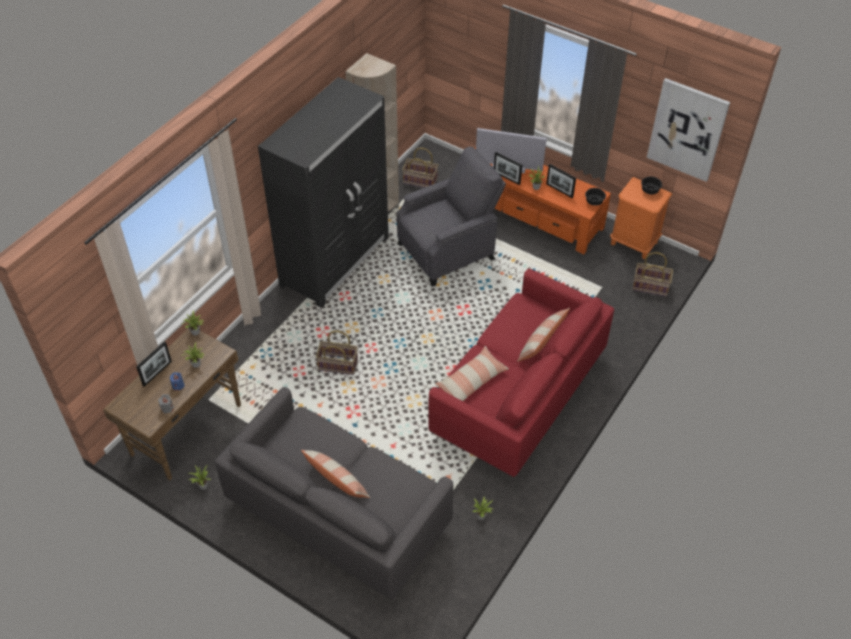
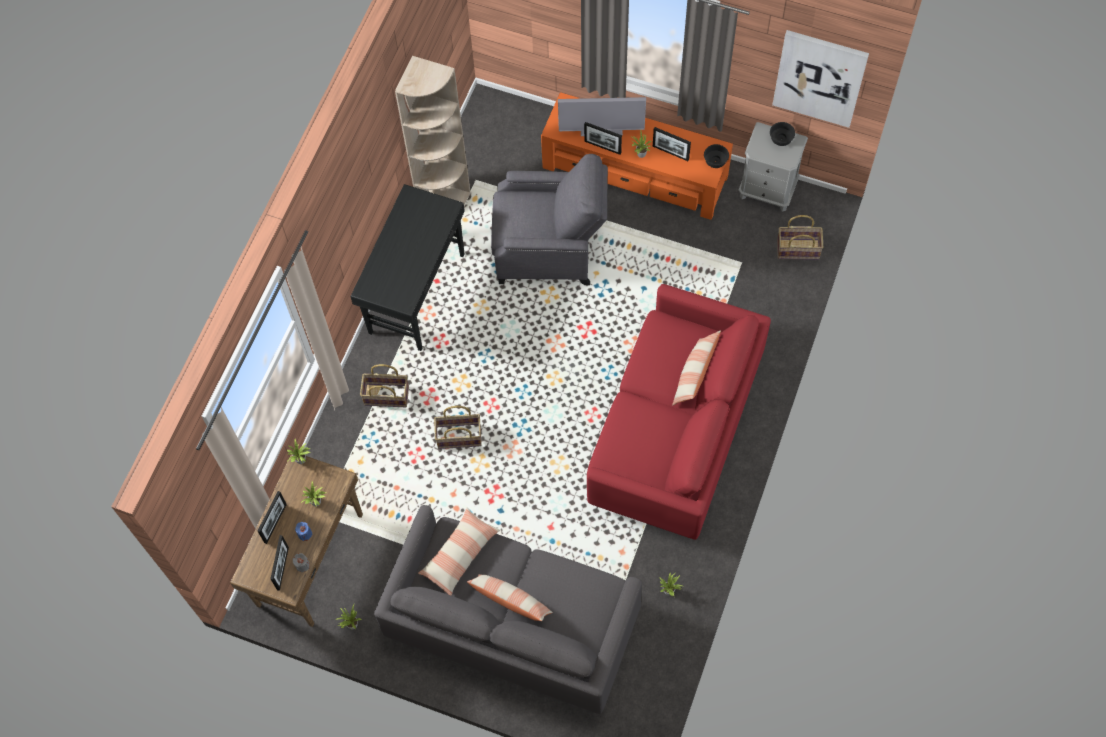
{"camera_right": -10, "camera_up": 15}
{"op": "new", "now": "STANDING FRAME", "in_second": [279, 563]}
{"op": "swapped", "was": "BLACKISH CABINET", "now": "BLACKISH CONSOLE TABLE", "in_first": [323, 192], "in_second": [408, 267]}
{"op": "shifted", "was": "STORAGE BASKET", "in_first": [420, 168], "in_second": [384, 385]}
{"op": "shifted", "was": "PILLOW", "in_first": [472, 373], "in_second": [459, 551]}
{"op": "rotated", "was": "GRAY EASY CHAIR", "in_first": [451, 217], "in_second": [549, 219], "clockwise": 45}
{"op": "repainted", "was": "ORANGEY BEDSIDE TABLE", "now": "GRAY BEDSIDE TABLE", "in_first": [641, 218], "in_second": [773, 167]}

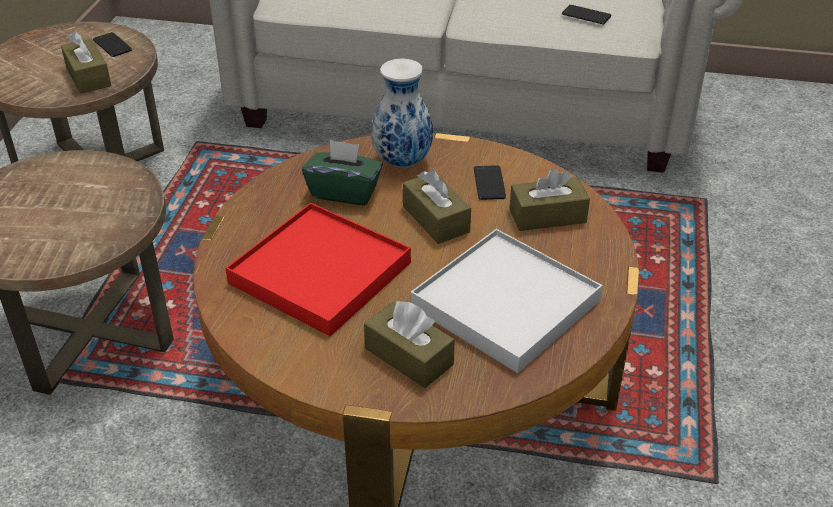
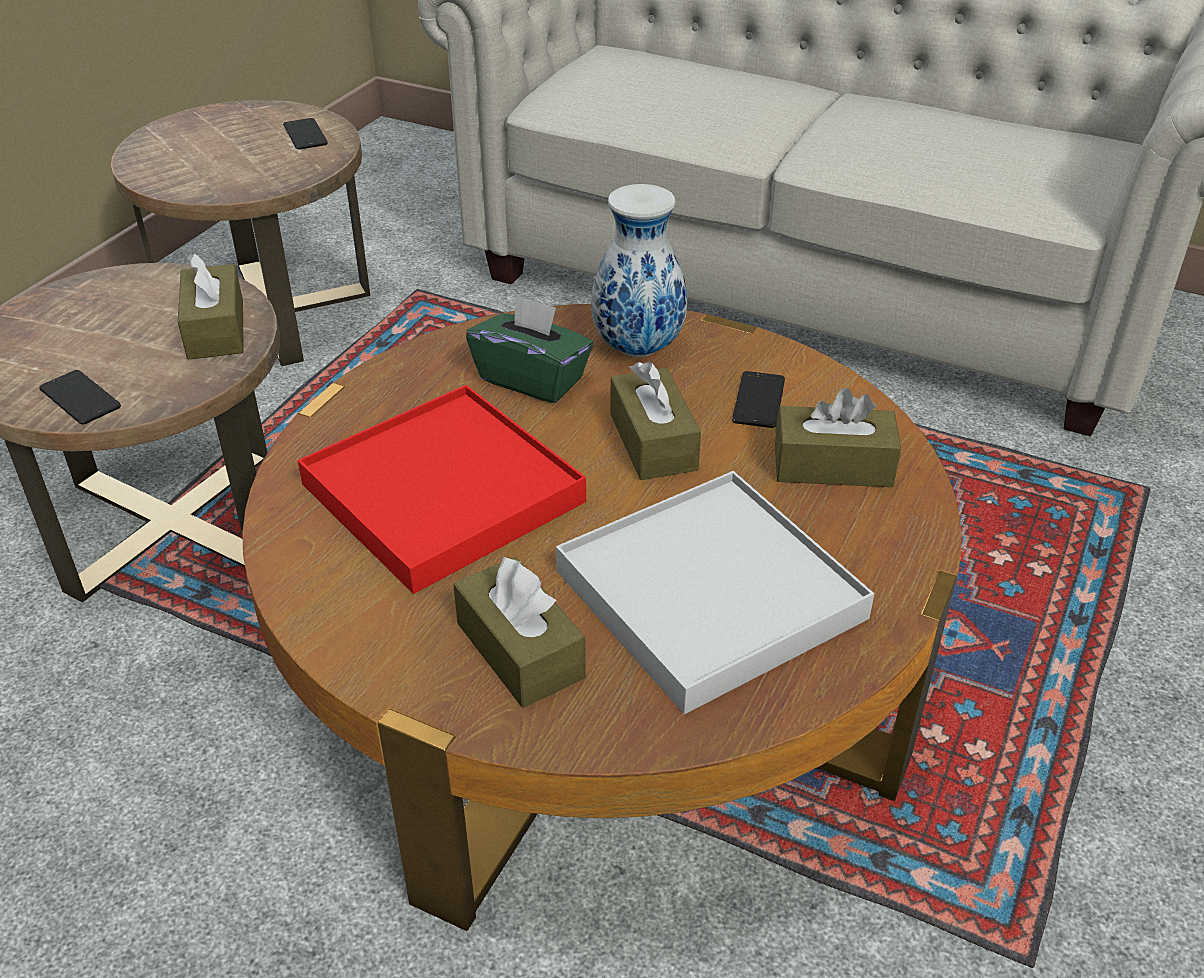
{"camera_right": 15, "camera_up": 0}
{"op": "shifted", "was": "PHONE", "in_first": [586, 15], "in_second": [80, 397]}
{"op": "shifted", "was": "BROWN-COLOURED TISSUE BOX", "in_first": [86, 62], "in_second": [211, 306]}

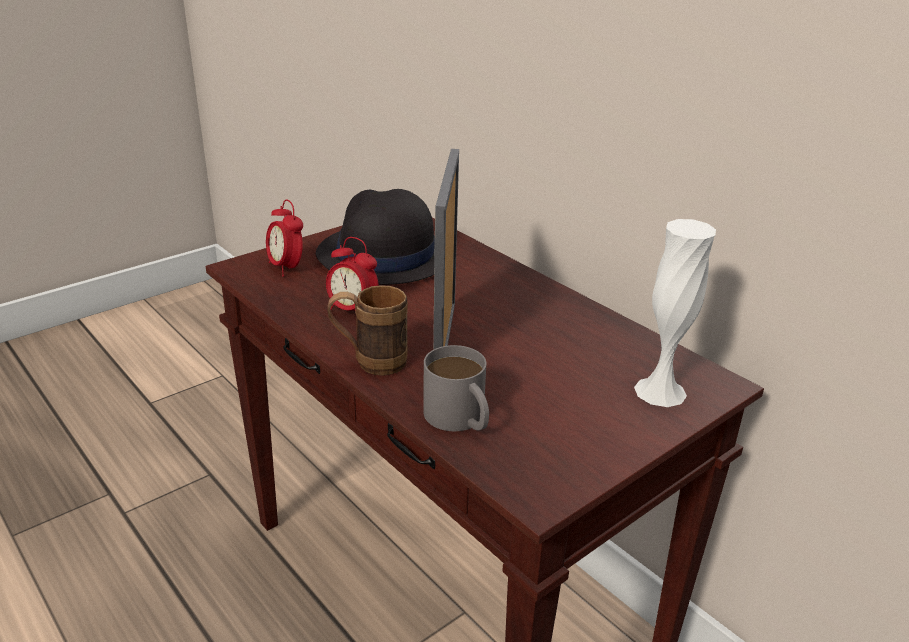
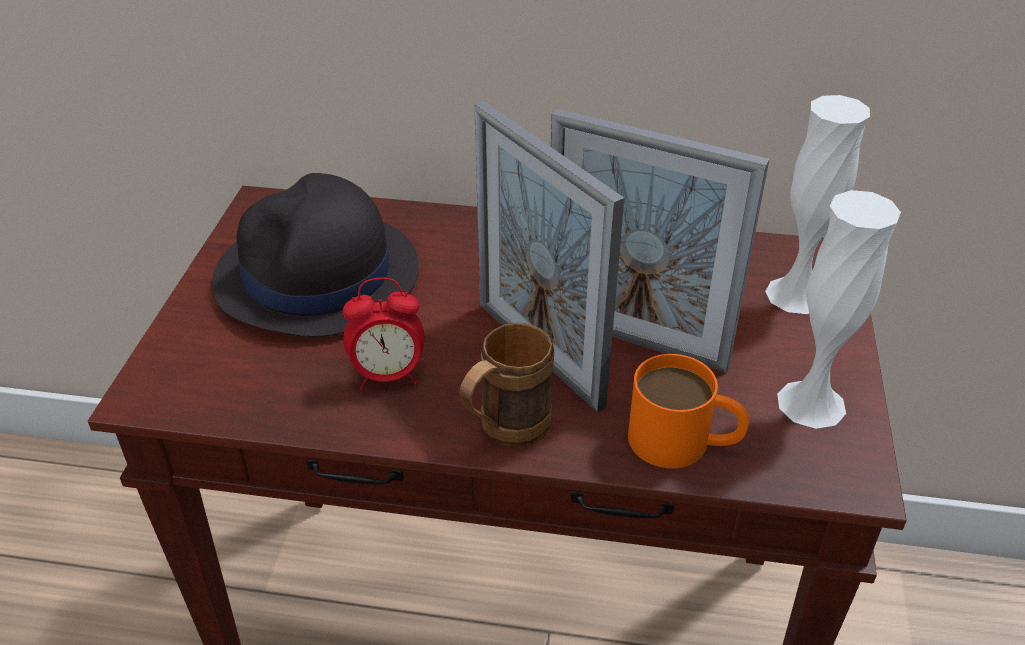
{"camera_right": -40, "camera_up": 10}
{"op": "new", "now": "STANDING FRAME", "in_second": [660, 240]}
{"op": "repainted", "was": "GRAY COFFEE MUG", "now": "ORANGEY COFFEE MUG", "in_first": [456, 388], "in_second": [688, 411]}
{"op": "new", "now": "WHITISH DECORATIVE VASE", "in_second": [839, 309]}
{"op": "gone", "was": "ALARM CLOCK", "in_first": [284, 238]}

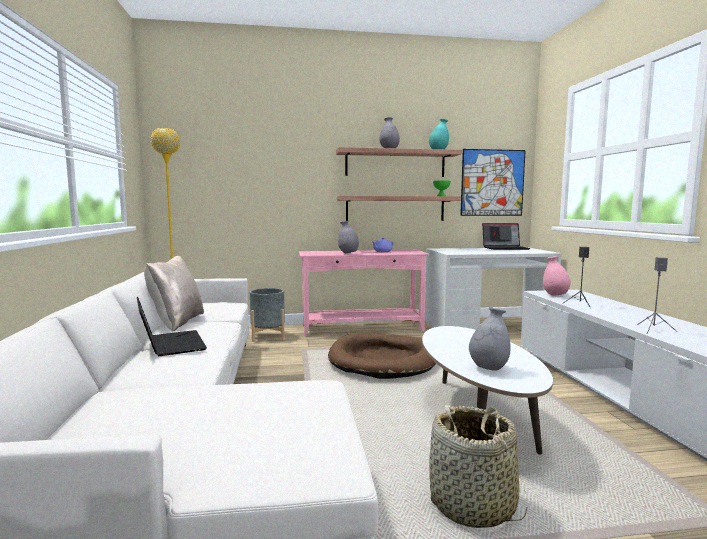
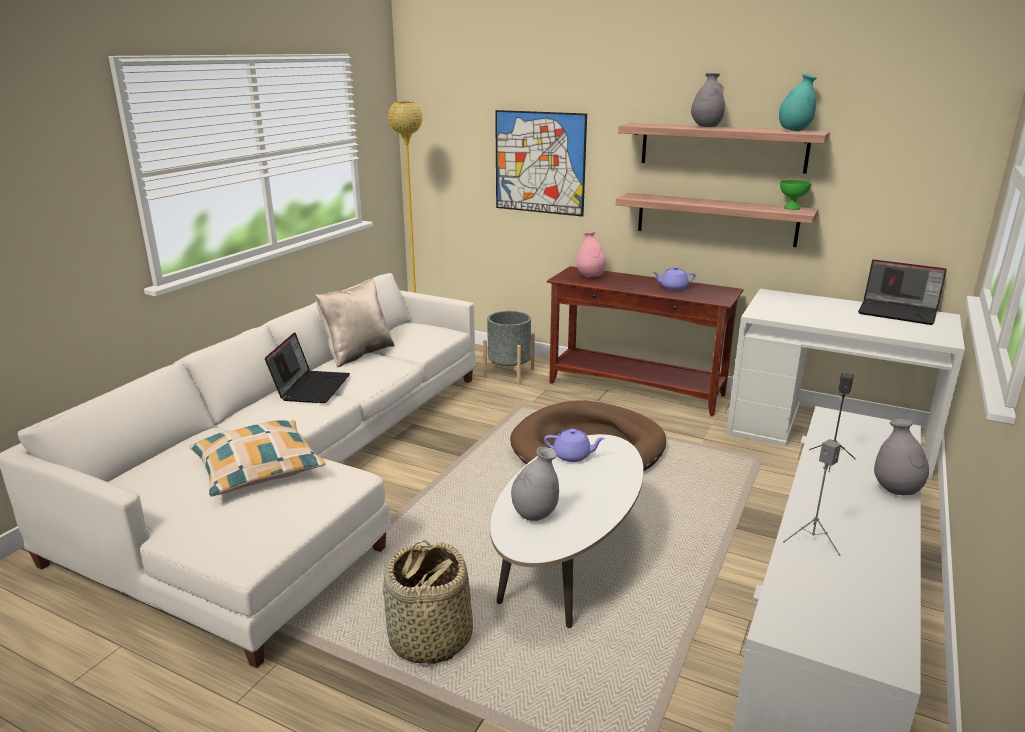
{"camera_right": 35, "camera_up": 15}
{"op": "new", "now": "PILLOW", "in_second": [257, 458]}
{"op": "shifted", "was": "WALL PICTURE", "in_first": [493, 182], "in_second": [541, 163]}
{"op": "new", "now": "PURPLE POT FOR TEA", "in_second": [574, 445]}
{"op": "repainted", "was": "PINK CONSOLE TABLE", "now": "BROWN-COLOURED CONSOLE TABLE", "in_first": [364, 293], "in_second": [645, 341]}
{"op": "shifted", "was": "PINK DECORATIVE VASE", "in_first": [557, 276], "in_second": [591, 254]}
{"op": "shifted", "was": "GRAY DECORATIVE VASE", "in_first": [348, 237], "in_second": [901, 457]}

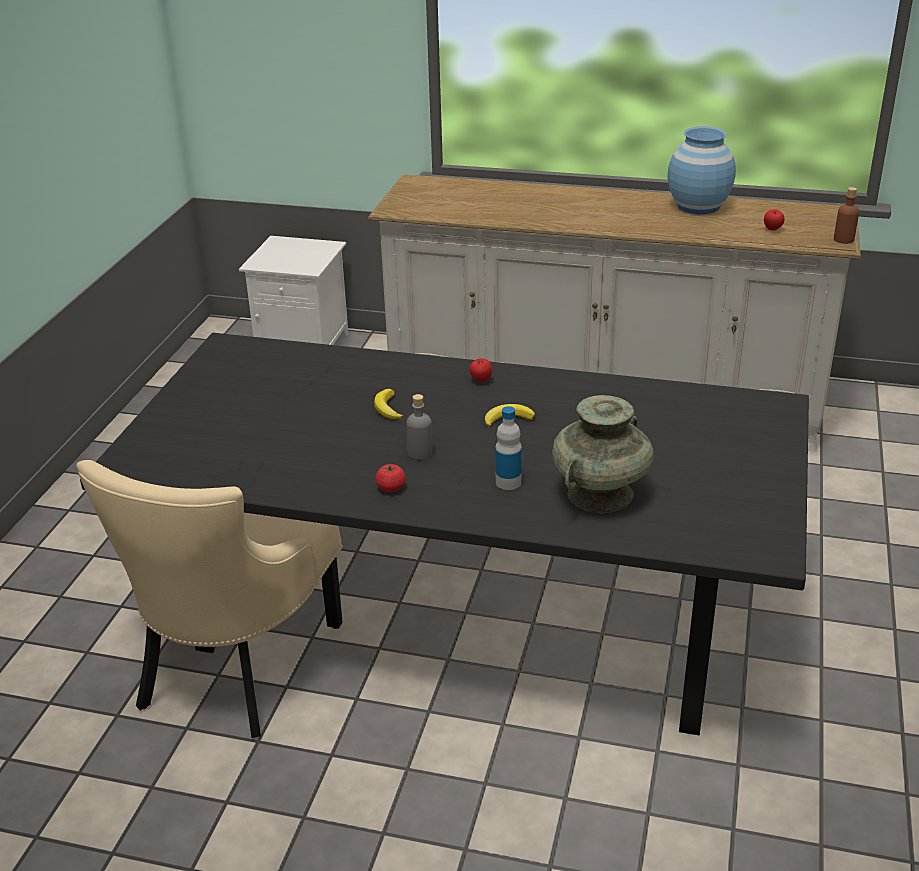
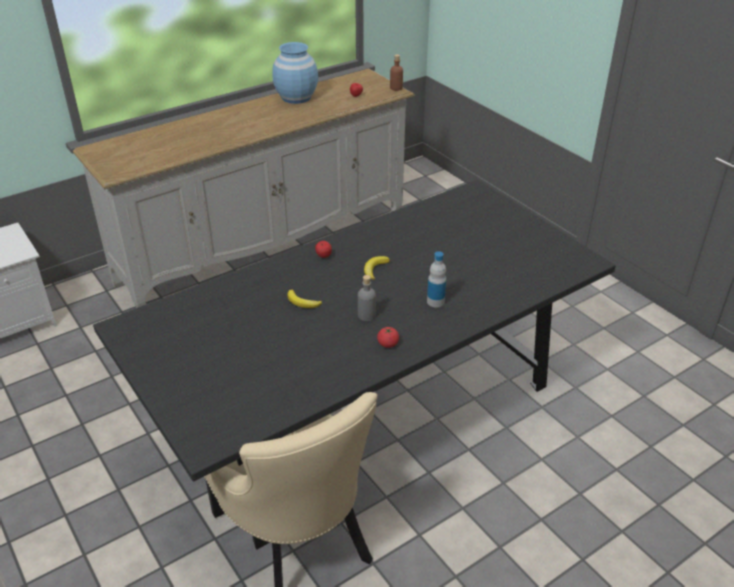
{"camera_right": -50, "camera_up": 5}
{"op": "gone", "was": "TURQUOISE DECORATIVE VASE", "in_first": [603, 454]}

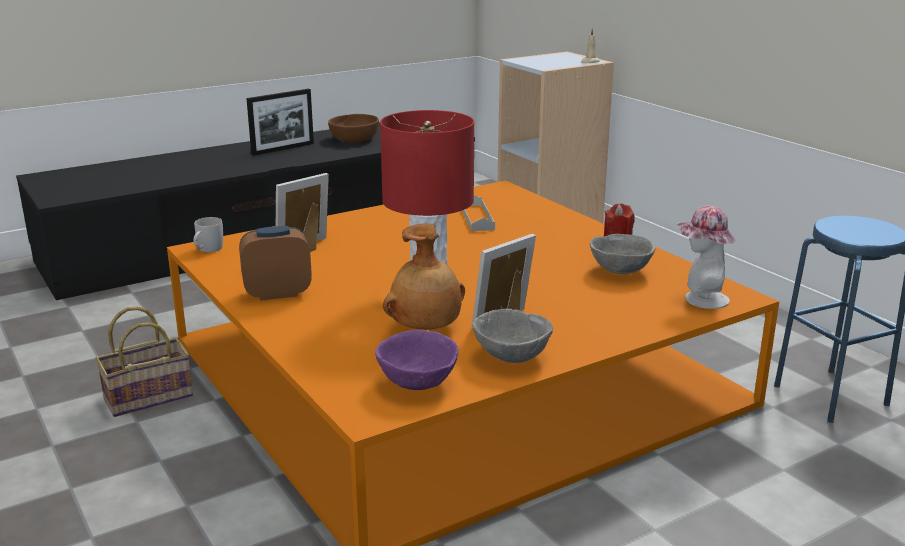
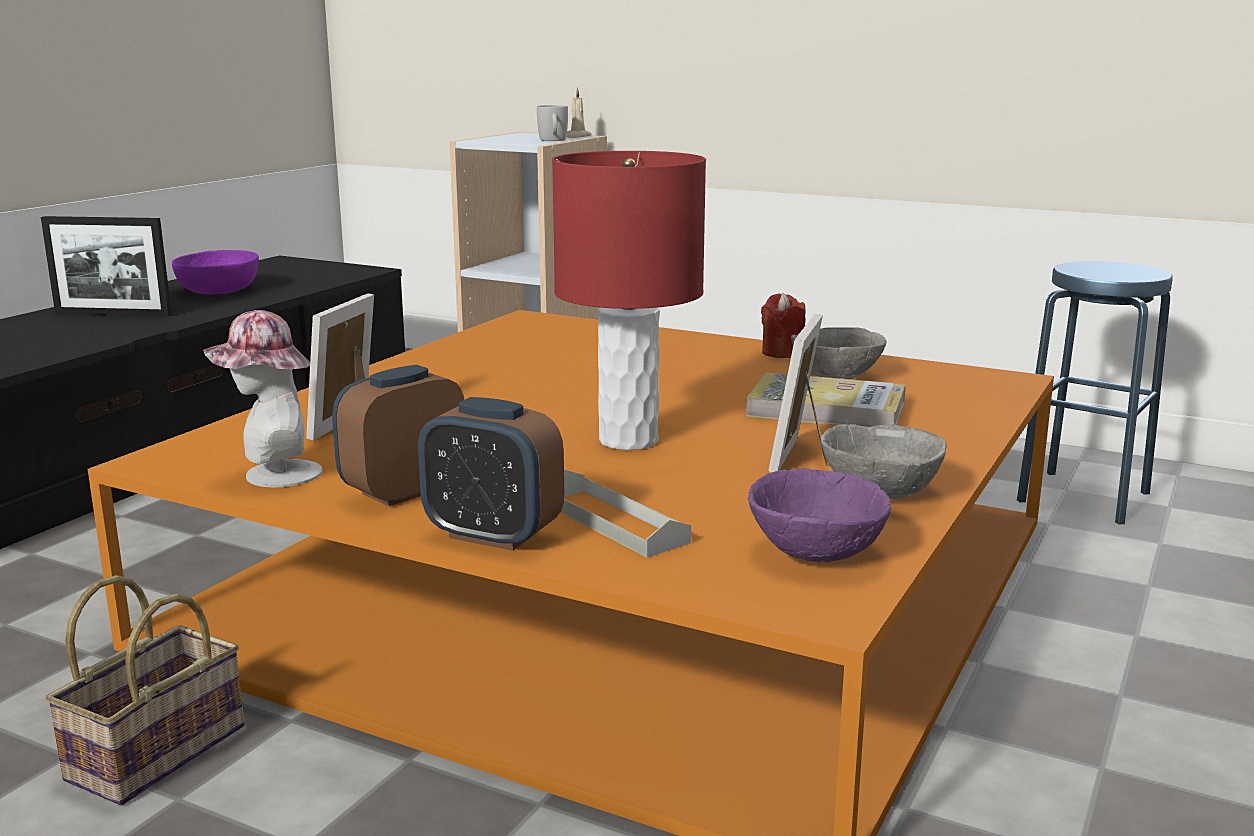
{"camera_right": -30, "camera_up": -5}
{"op": "rotated", "was": "STANDING FRAME", "in_first": [280, 122], "in_second": [106, 266], "clockwise": 75}
{"op": "repainted", "was": "BROWN-COLOURED BOWL", "now": "PURPLE BOWL", "in_first": [353, 128], "in_second": [215, 272]}
{"op": "shifted", "was": "WEARABLE HAT", "in_first": [706, 257], "in_second": [262, 398]}
{"op": "new", "now": "ALARM CLOCK", "in_second": [491, 474]}
{"op": "shifted", "was": "WHITISH COFFEE MUG", "in_first": [208, 234], "in_second": [552, 123]}
{"op": "shifted", "was": "GRAY TRAY", "in_first": [478, 213], "in_second": [626, 514]}
{"op": "new", "now": "BOUND BOOK", "in_second": [826, 399]}
{"op": "gone", "was": "BROWN-COLOURED DECORATIVE VASE", "in_first": [424, 277]}

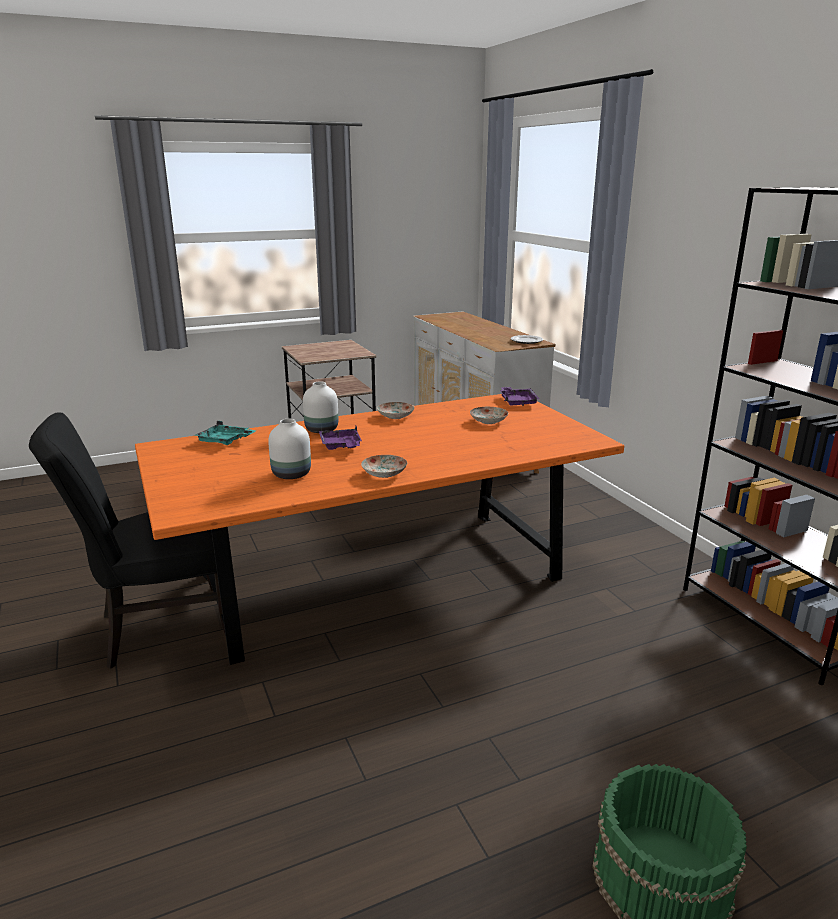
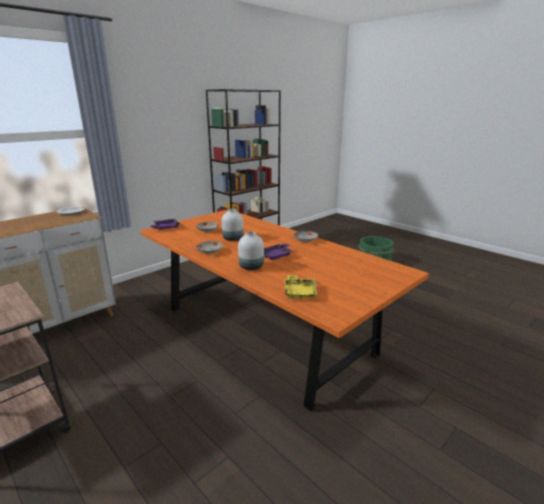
{"camera_right": -110, "camera_up": 0}
{"op": "shifted", "was": "WHITISH DECORATIVE VASE", "in_first": [289, 449], "in_second": [233, 225]}
{"op": "repainted", "was": "TURQUOISE TRAY", "now": "YELLOWISH TRAY", "in_first": [225, 433], "in_second": [301, 287]}
{"op": "gone", "was": "BLACKISH CHAIR", "in_first": [127, 540]}

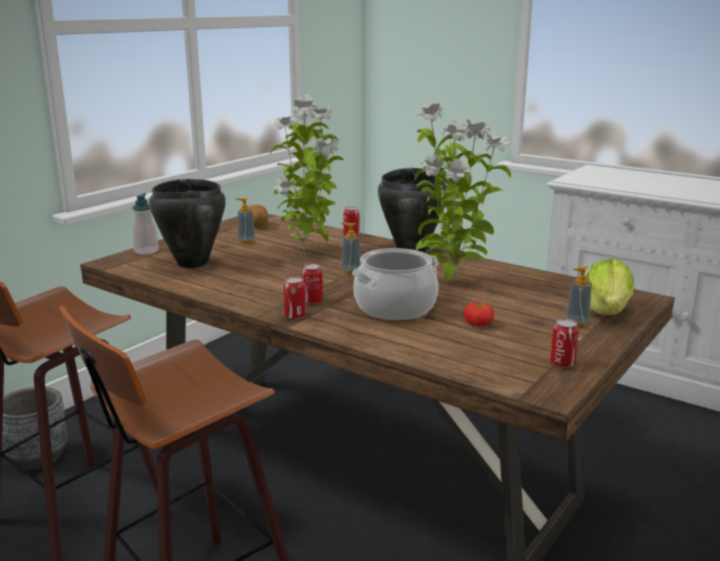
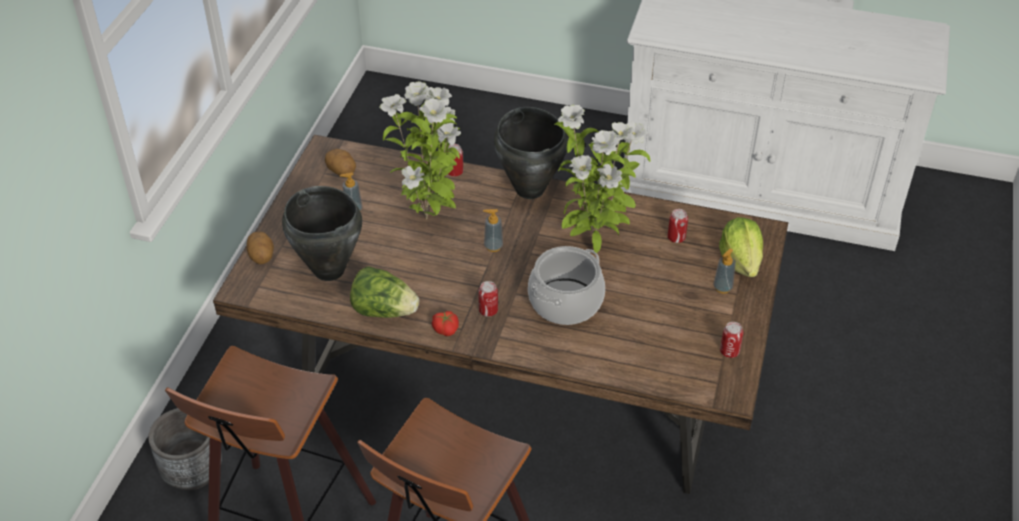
{"camera_right": -20, "camera_up": 25}
{"op": "swapped", "was": "LIQUID SOAP BOTTLE", "now": "SPUD", "in_first": [145, 223], "in_second": [260, 248]}
{"op": "new", "now": "HEAD OF LETTUCE", "in_second": [384, 292]}
{"op": "shifted", "was": "FRESH TOMATO", "in_first": [479, 314], "in_second": [445, 323]}
{"op": "shifted", "was": "SEALED CAN", "in_first": [295, 298], "in_second": [678, 226]}

